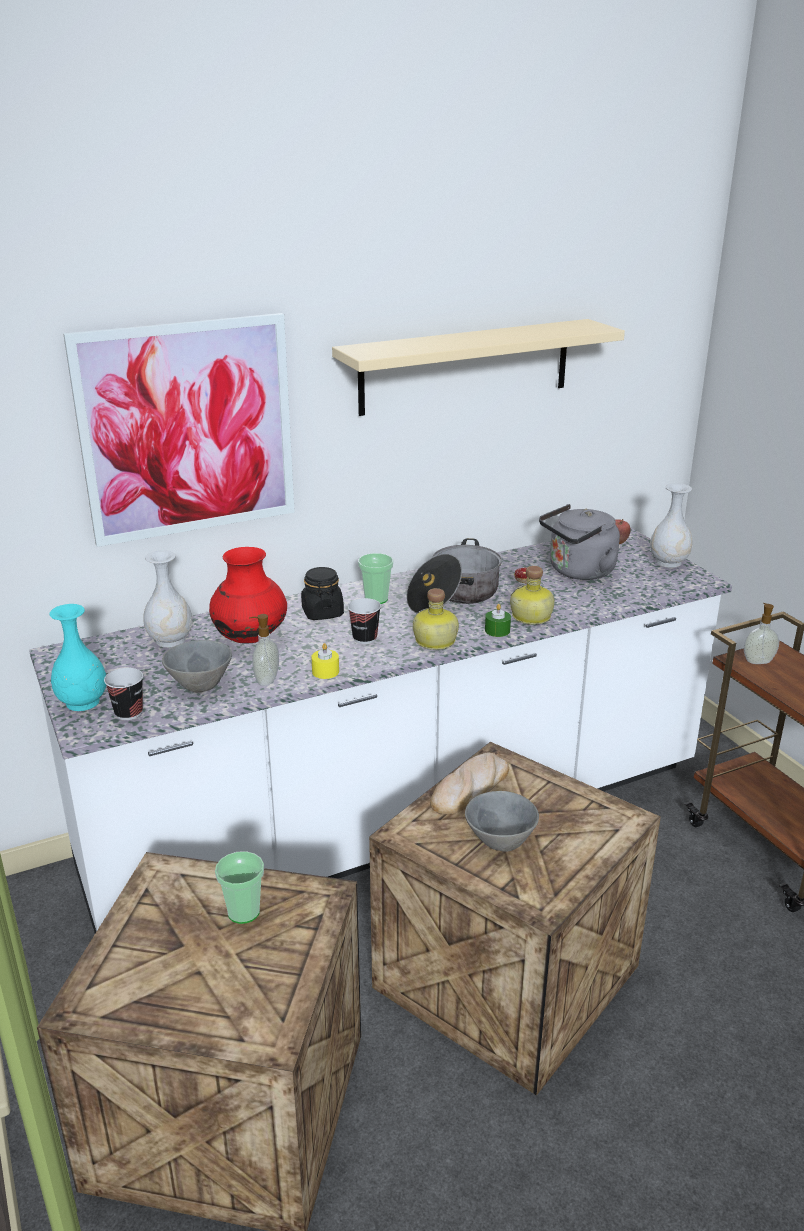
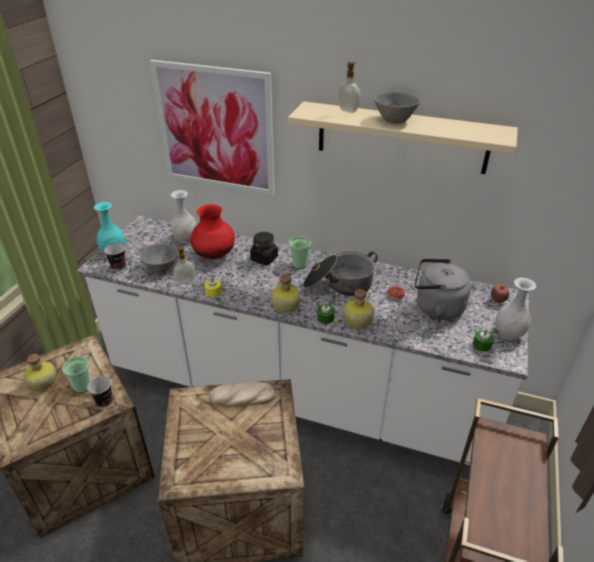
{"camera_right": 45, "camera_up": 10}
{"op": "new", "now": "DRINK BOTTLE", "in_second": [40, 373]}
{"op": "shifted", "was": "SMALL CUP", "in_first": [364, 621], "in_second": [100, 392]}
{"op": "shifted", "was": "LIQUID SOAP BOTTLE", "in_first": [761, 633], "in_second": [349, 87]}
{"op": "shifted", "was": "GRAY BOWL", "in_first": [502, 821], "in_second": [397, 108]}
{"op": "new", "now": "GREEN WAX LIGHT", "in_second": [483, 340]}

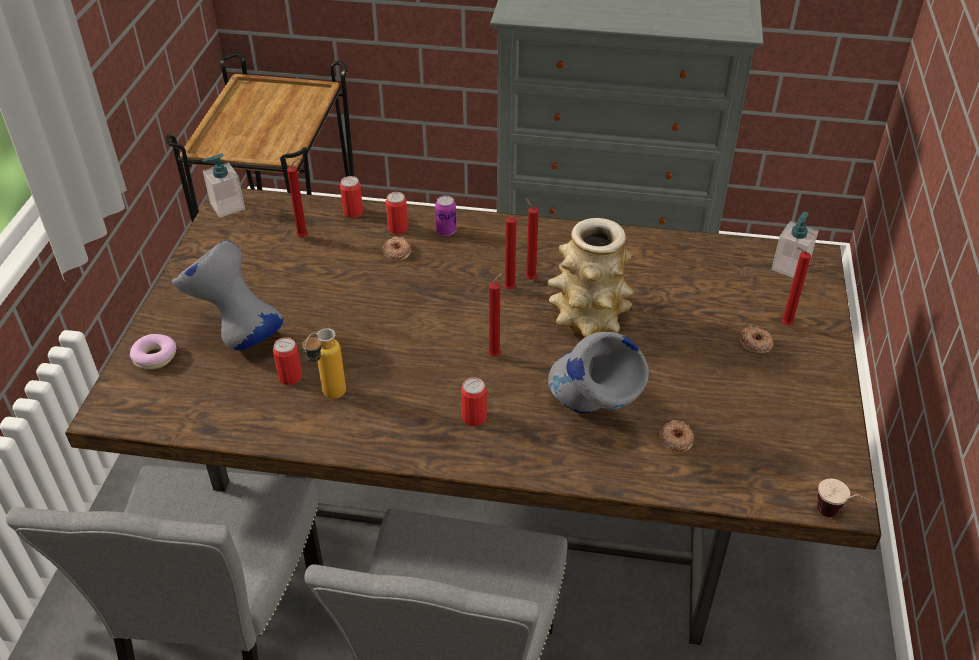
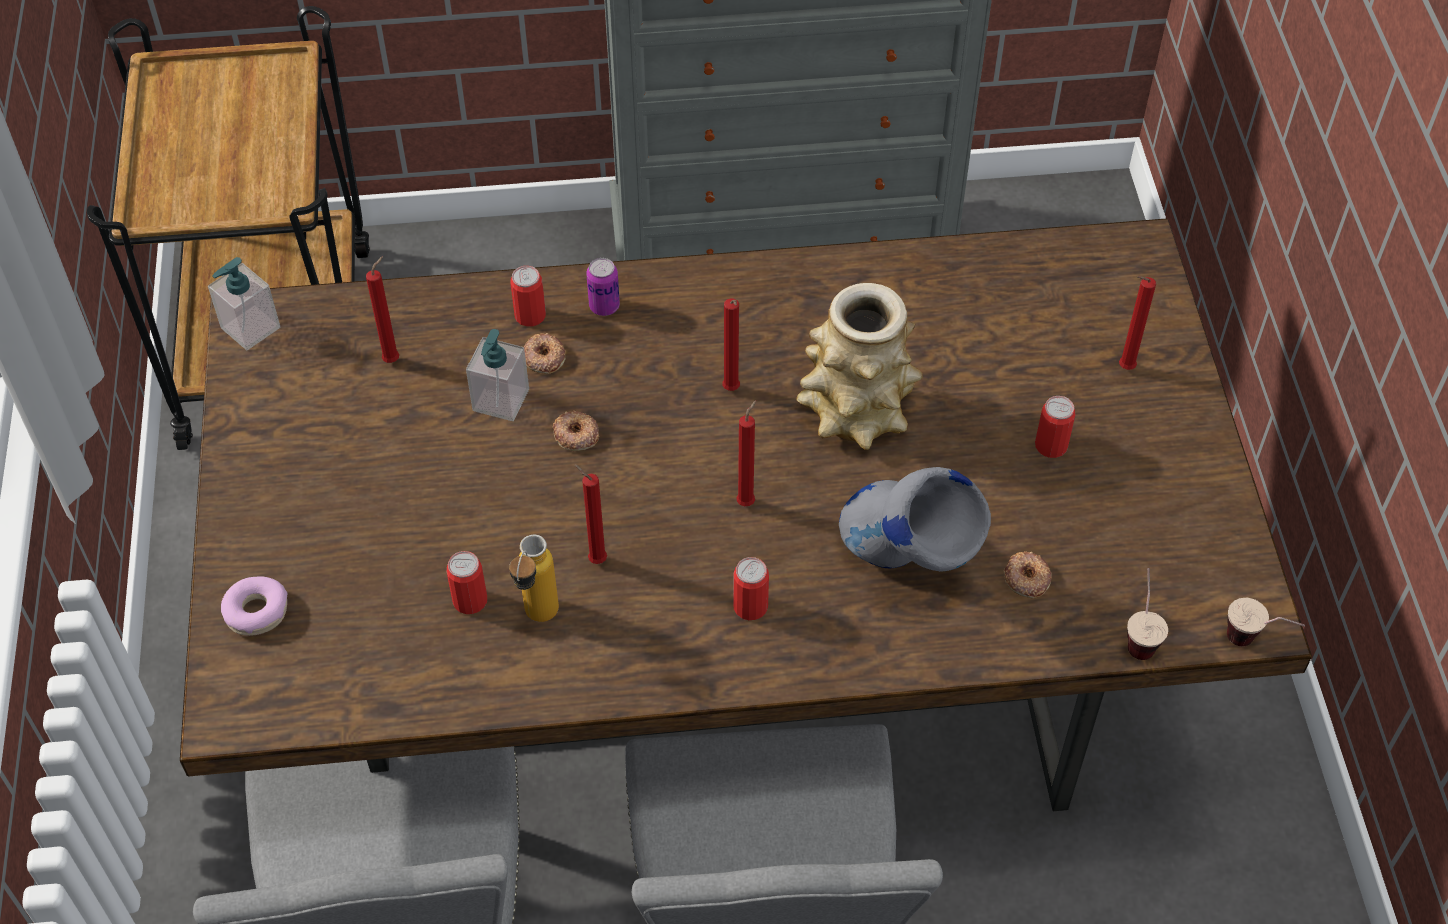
{"camera_right": -15, "camera_up": 10}
{"op": "shifted", "was": "LIQUID SOAP BOTTLE", "in_first": [795, 245], "in_second": [497, 375]}
{"op": "shifted", "was": "DONUT", "in_first": [756, 339], "in_second": [576, 430]}
{"op": "shifted", "was": "RED WAX LIGHT", "in_first": [532, 239], "in_second": [590, 514]}
{"op": "shifted", "was": "SEALED CAN", "in_first": [351, 197], "in_second": [1055, 427]}
{"op": "new", "now": "SMALL CUP", "in_second": [1147, 614]}
{"op": "gone", "was": "GRAY DECORATIVE VASE", "in_first": [227, 295]}

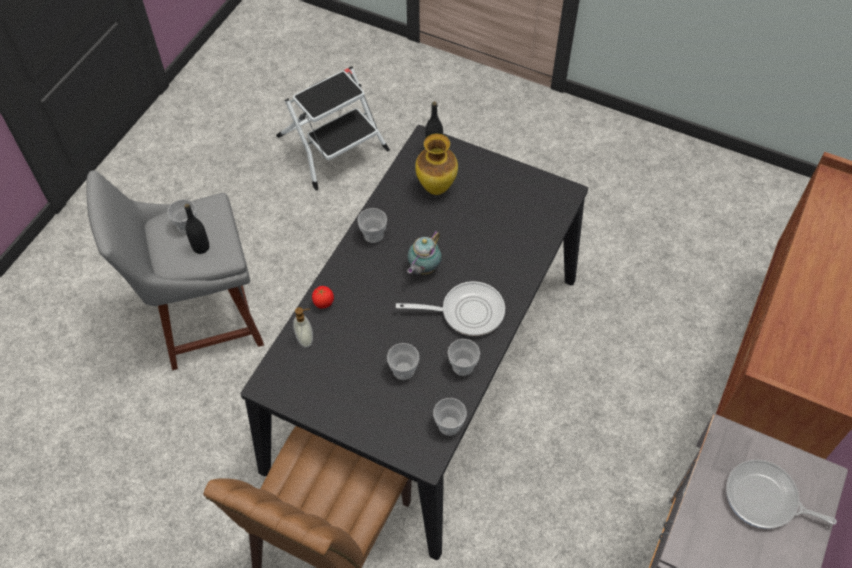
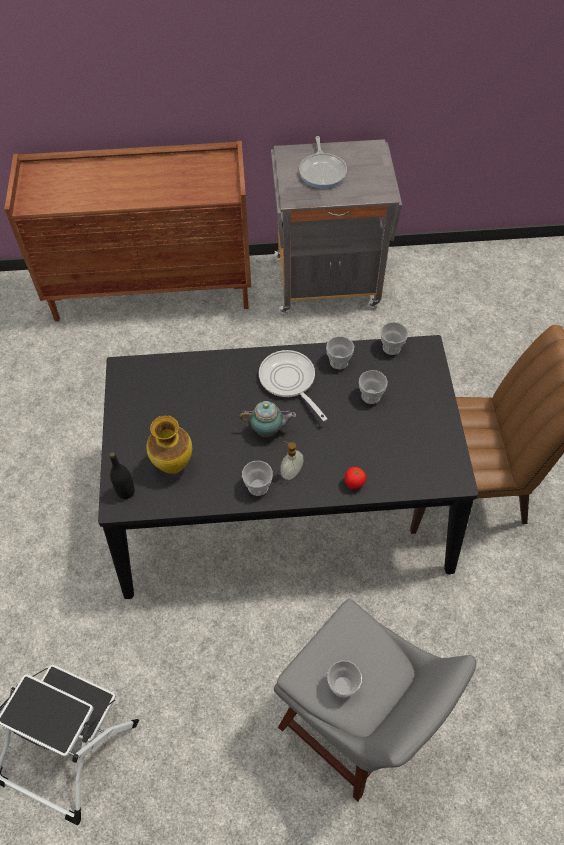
{"camera_right": -120, "camera_up": 0}
{"op": "shifted", "was": "LIQUID SOAP BOTTLE", "in_first": [303, 327], "in_second": [291, 460]}
{"op": "gone", "was": "BLACKISH DRINK BOTTLE", "in_first": [196, 229]}

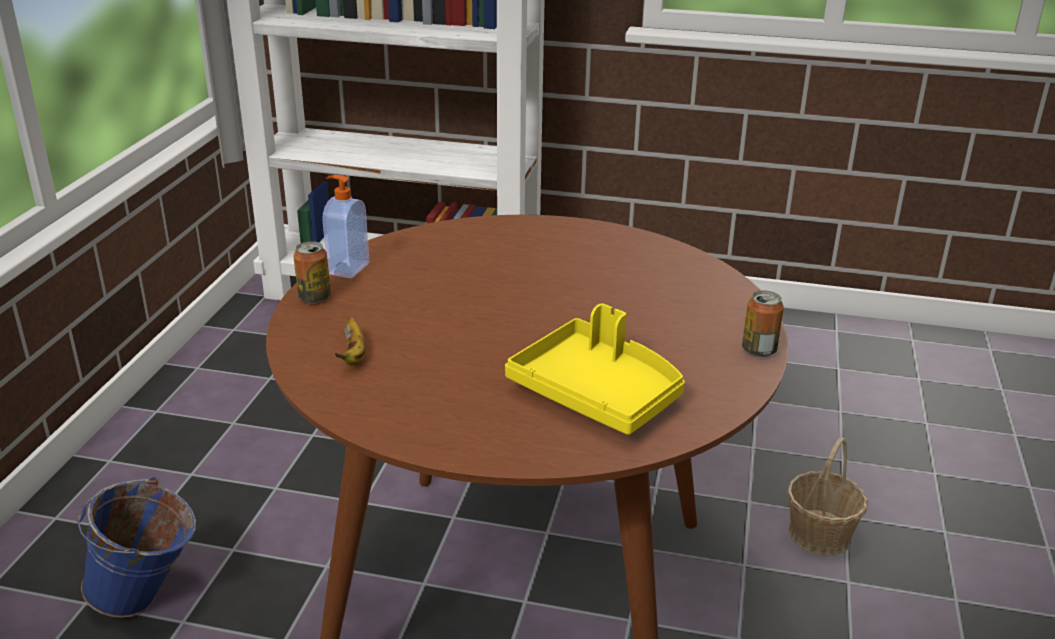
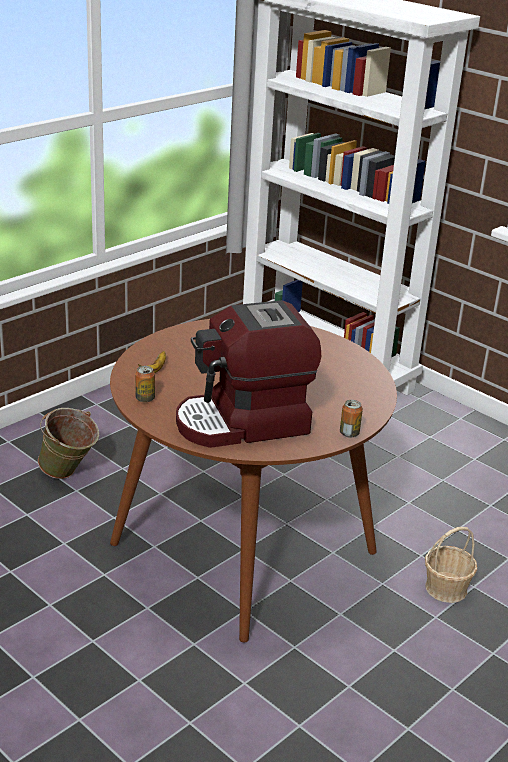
{"camera_right": 30, "camera_up": 0}
{"op": "repainted", "was": "BLUE-COLOURED PAIL", "now": "GREEN PAIL", "in_first": [136, 547], "in_second": [68, 443]}
{"op": "shifted", "was": "SEALED CAN", "in_first": [312, 272], "in_second": [145, 384]}
{"op": "swapped", "was": "YELLOWISH TRAY", "now": "COFFEE MACHINE", "in_first": [595, 369], "in_second": [248, 374]}
{"op": "gone", "was": "LIQUID SOAP BOTTLE", "in_first": [345, 226]}

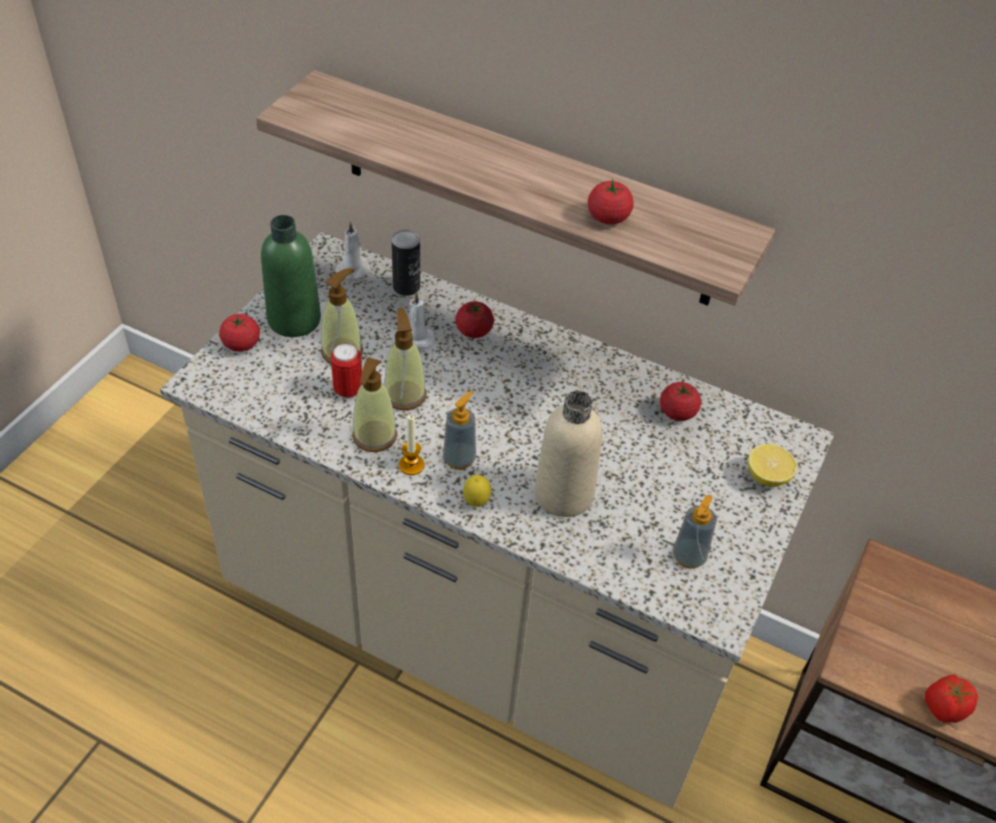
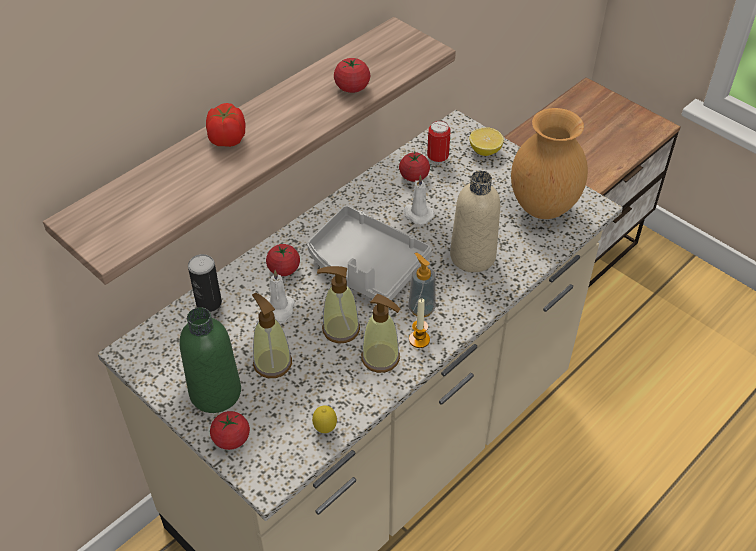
{"camera_right": -70, "camera_up": 0}
{"op": "shifted", "was": "FRESH TOMATO", "in_first": [951, 699], "in_second": [225, 125]}
{"op": "new", "now": "GRAY TRAY", "in_second": [369, 253]}
{"op": "shifted", "was": "LEMON", "in_first": [477, 491], "in_second": [324, 419]}
{"op": "shifted", "was": "WHITISH WAX LIGHT", "in_first": [353, 250], "in_second": [419, 200]}
{"op": "shifted", "was": "SEALED CAN", "in_first": [346, 371], "in_second": [439, 142]}
{"op": "swapped", "was": "LIQUID SOAP BOTTLE", "now": "BROWN-COLOURED DECORATIVE VASE", "in_first": [695, 532], "in_second": [549, 163]}

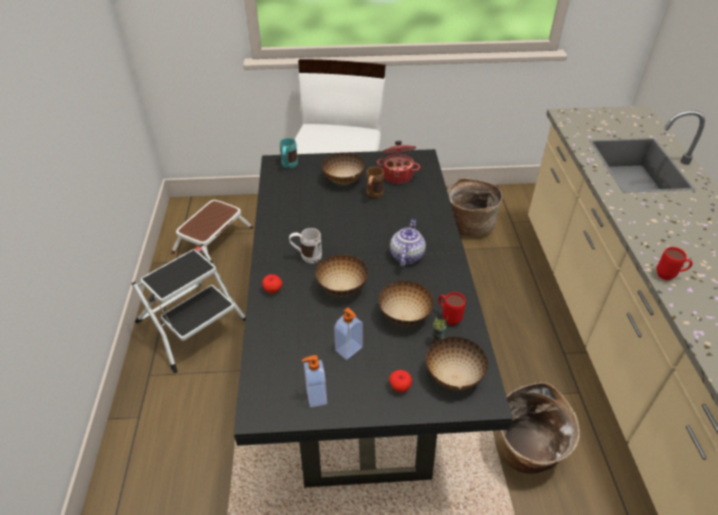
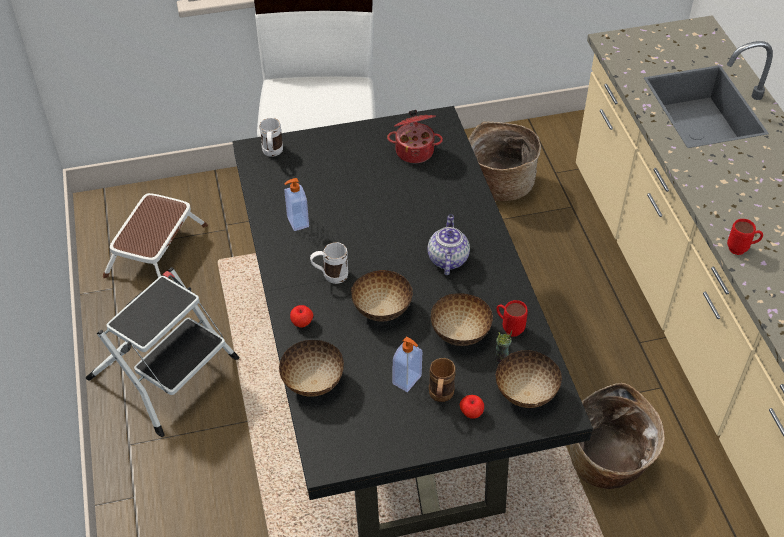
{"camera_right": -10, "camera_up": 5}
{"op": "repainted", "was": "TURQUOISE COFFEE MUG", "now": "WHITISH COFFEE MUG", "in_first": [289, 153], "in_second": [271, 137]}
{"op": "shifted", "was": "BOWL", "in_first": [343, 168], "in_second": [311, 368]}
{"op": "shifted", "was": "LIQUID SOAP BOTTLE", "in_first": [314, 381], "in_second": [296, 204]}
{"op": "shifted", "was": "BROWN-COLOURED COFFEE MUG", "in_first": [375, 183], "in_second": [442, 380]}

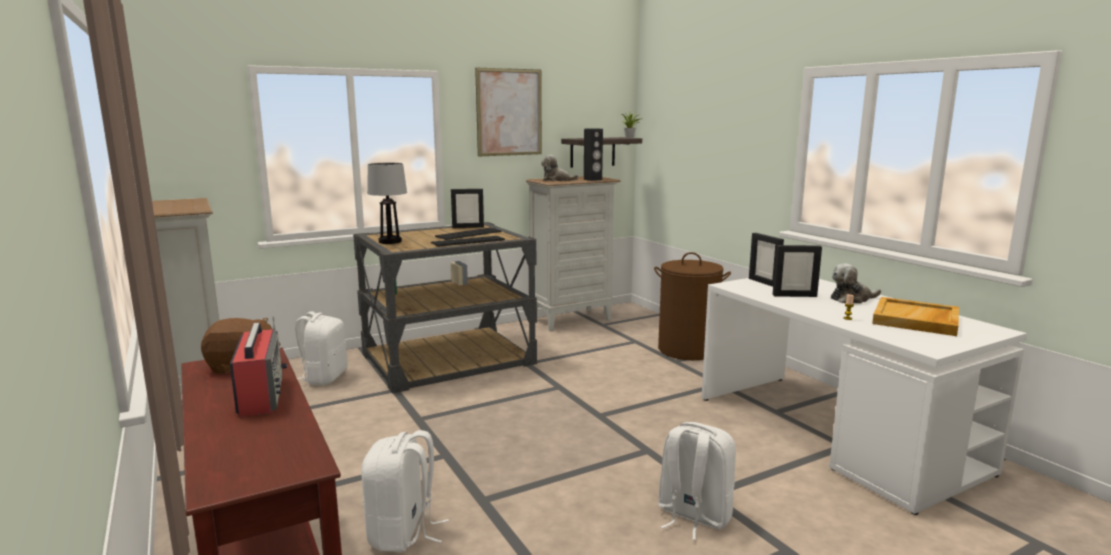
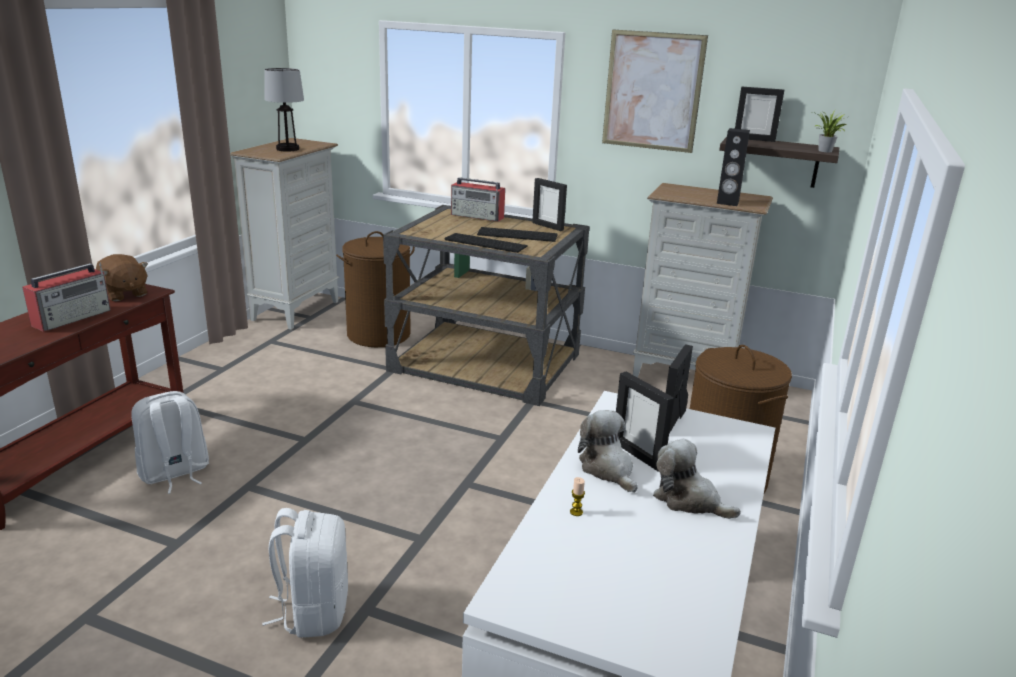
{"camera_right": 50, "camera_up": 10}
{"op": "shifted", "was": "TABLE LAMP", "in_first": [387, 203], "in_second": [284, 109]}
{"op": "swapped", "was": "WHITISH KNAPSACK", "now": "BROWN-COLOURED HAMPER", "in_first": [321, 348], "in_second": [375, 289]}
{"op": "new", "now": "RADIO", "in_second": [478, 199]}
{"op": "shifted", "was": "PLUSH TOY", "in_first": [560, 168], "in_second": [608, 451]}
{"op": "new", "now": "STANDING FRAME", "in_second": [759, 114]}
{"op": "gone", "was": "BEIGE-COLOURED TRAY", "in_first": [915, 316]}

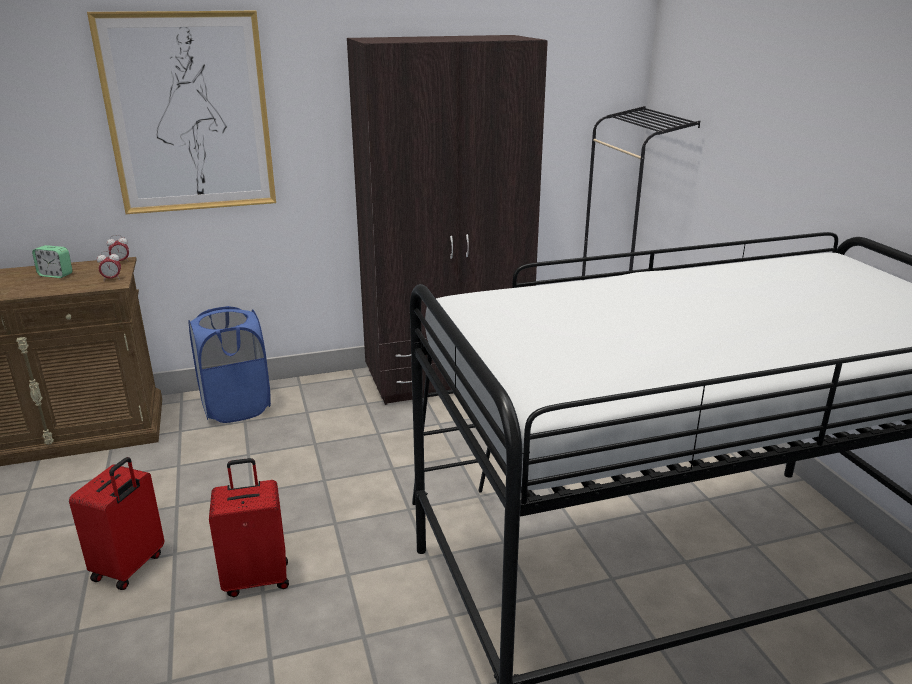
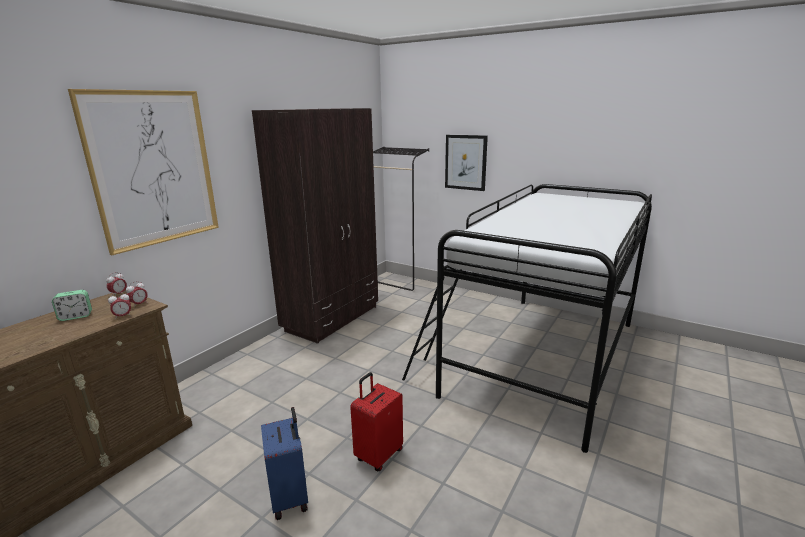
{"camera_right": -40, "camera_up": -5}
{"op": "new", "now": "ALARM CLOCK", "in_second": [119, 305]}
{"op": "repainted", "was": "RED PIECE OF LUGGAGE", "now": "BLUE-COLOURED PIECE OF LUGGAGE", "in_first": [116, 523], "in_second": [284, 463]}
{"op": "new", "now": "WALL PICTURE", "in_second": [466, 163]}
{"op": "gone", "was": "BLUE-COLOURED HAMPER", "in_first": [229, 364]}

